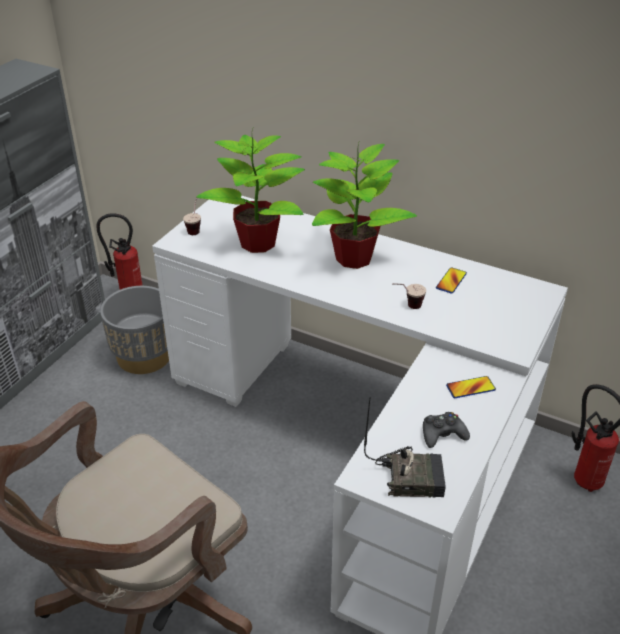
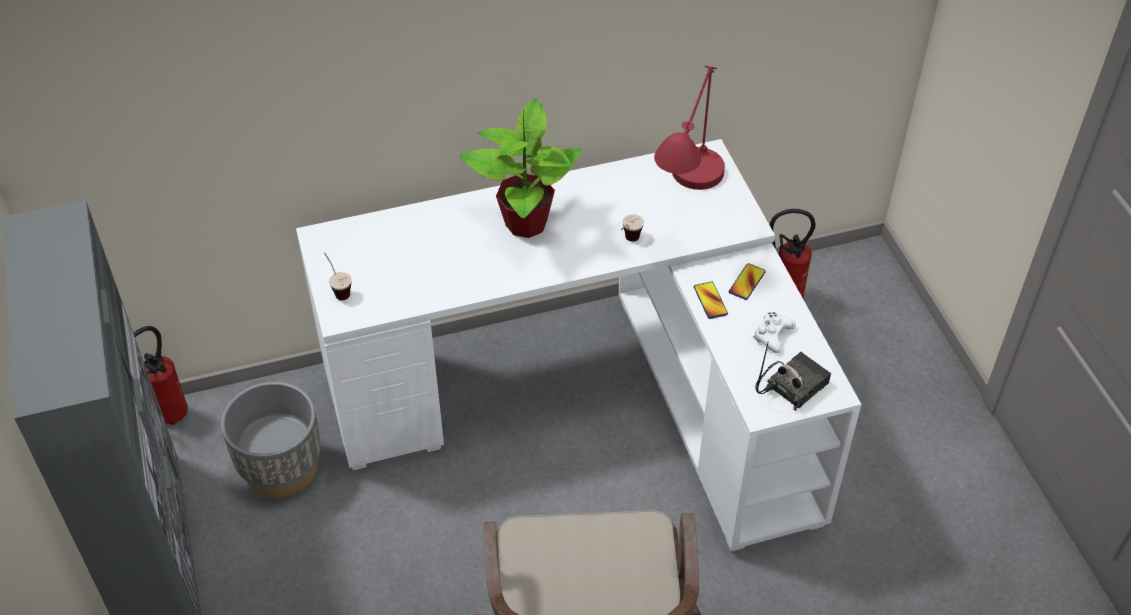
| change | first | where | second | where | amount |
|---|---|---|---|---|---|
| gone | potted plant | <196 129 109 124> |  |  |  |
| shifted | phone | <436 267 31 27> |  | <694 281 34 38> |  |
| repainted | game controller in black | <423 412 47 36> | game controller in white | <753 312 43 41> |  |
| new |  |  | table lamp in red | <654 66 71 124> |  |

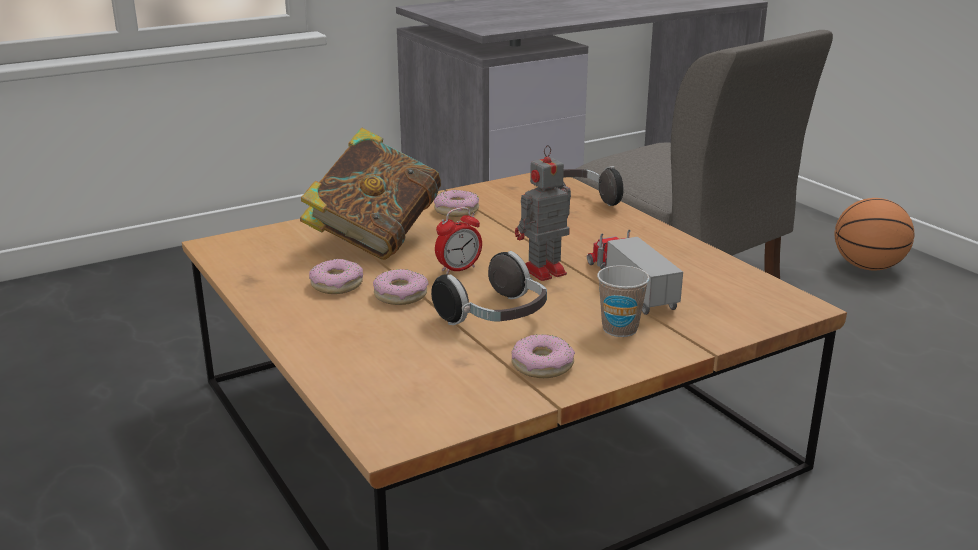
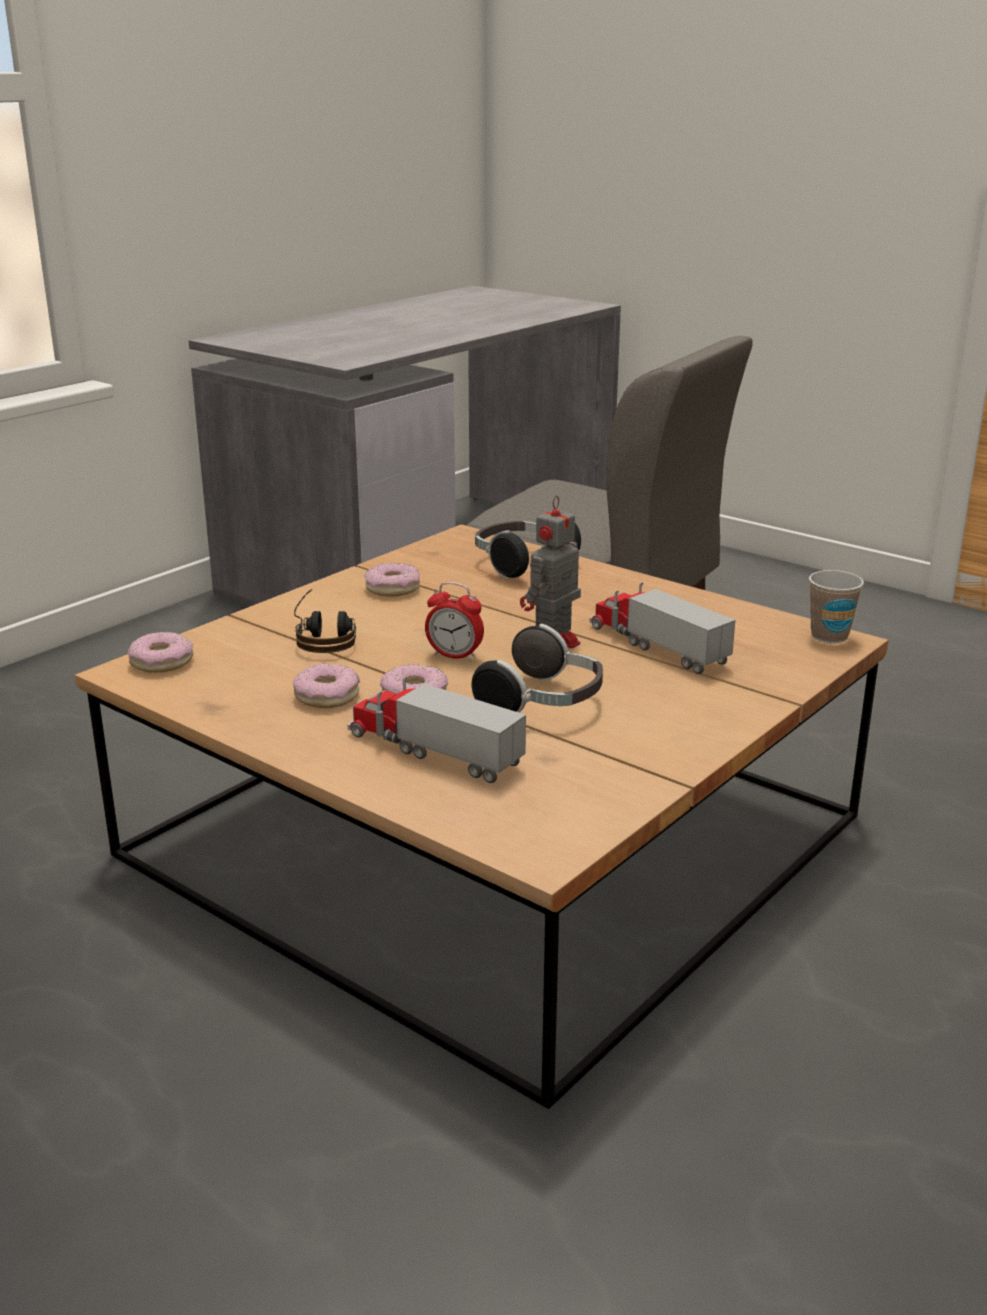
| change | first | where | second | where | amount |
|---|---|---|---|---|---|
| swapped | book | <300 128 141 132> | headphones | <294 589 62 64> |  |
| gone | basketball | <835 198 79 72> |  |  |  |
| rotated | alarm clock | <435 207 47 67> |  | <425 582 59 79> | 75 degrees clockwise |
| shifted | cup | <597 265 53 72> |  | <809 570 55 73> |  |
| shifted | donut | <511 334 64 44> |  | <128 632 66 41> |  |
| new |  |  | toy truck | <348 677 178 106> |  |

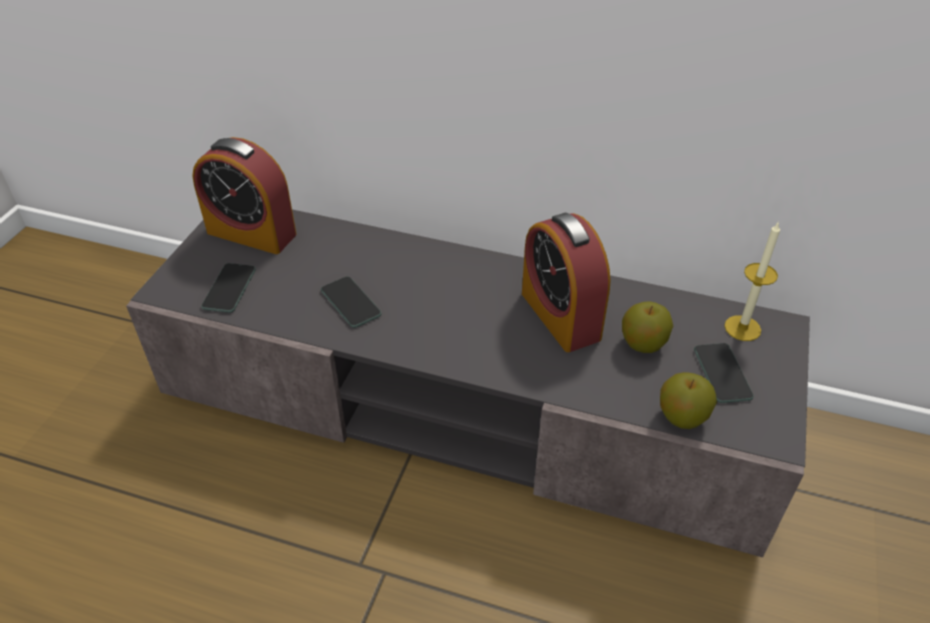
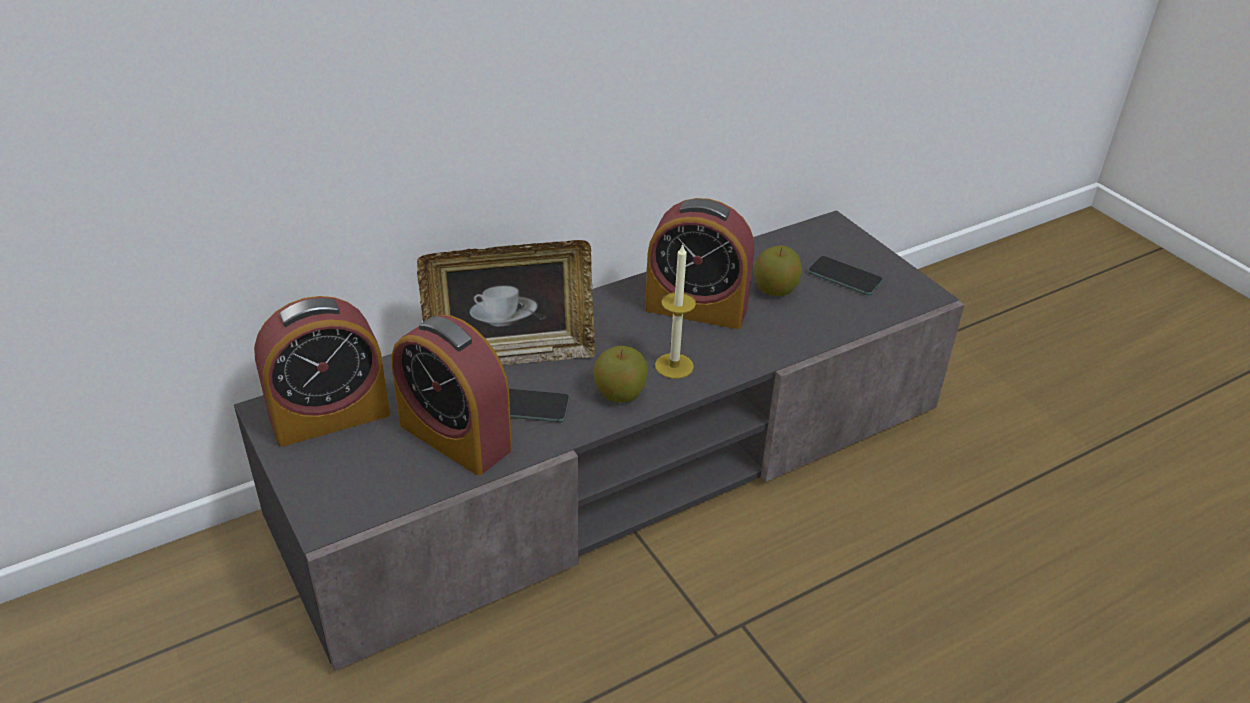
| change | first | where | second | where | amount |
|---|---|---|---|---|---|
| shifted | candle | <724 221 56 120> |  | <655 244 41 135> |  |
| gone | phone | <201 263 55 50> |  |  |  |
| shifted | apple | <660 372 57 57> |  | <593 346 55 57> |  |
| new |  |  | picture frame | <417 240 178 125> |  |
| new |  |  | alarm clock | <391 315 121 160> |  |

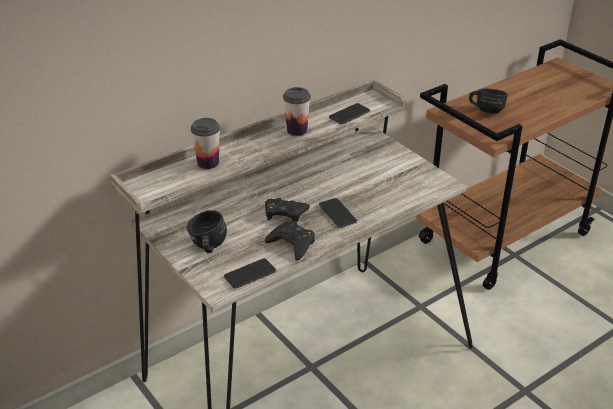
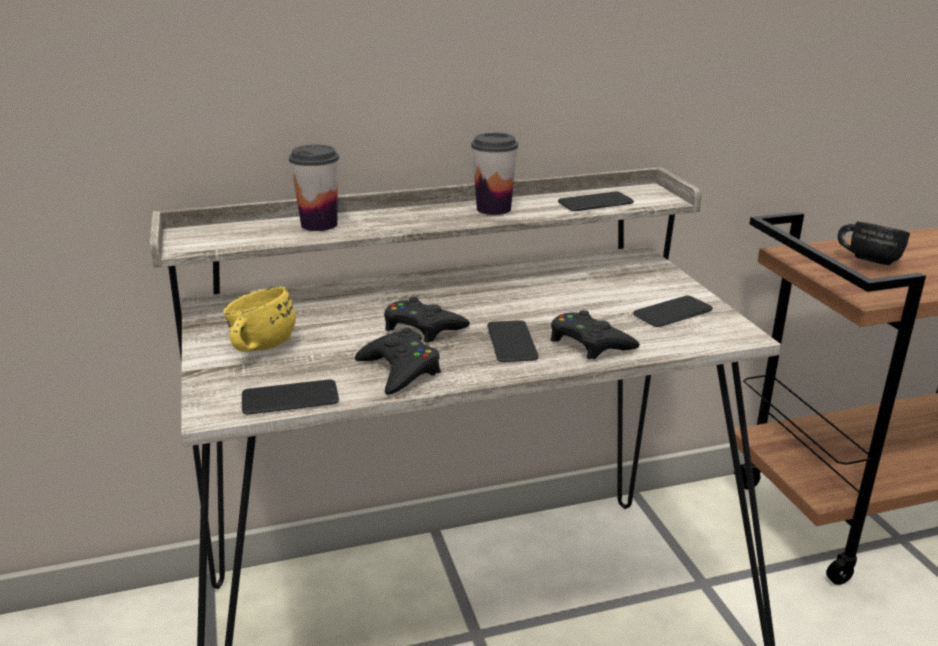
| change | first | where | second | where | amount |
|---|---|---|---|---|---|
| repainted | mug in black | <187 210 40 43> | mug in yellow | <223 286 73 66> |  |
| new |  |  | phone | <633 296 80 31> |  |
| new |  |  | game controller in black | <551 310 89 49> |  |

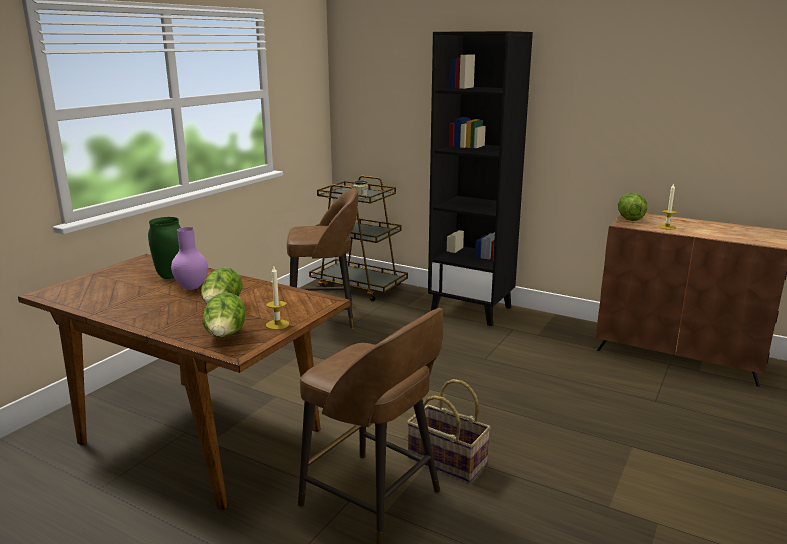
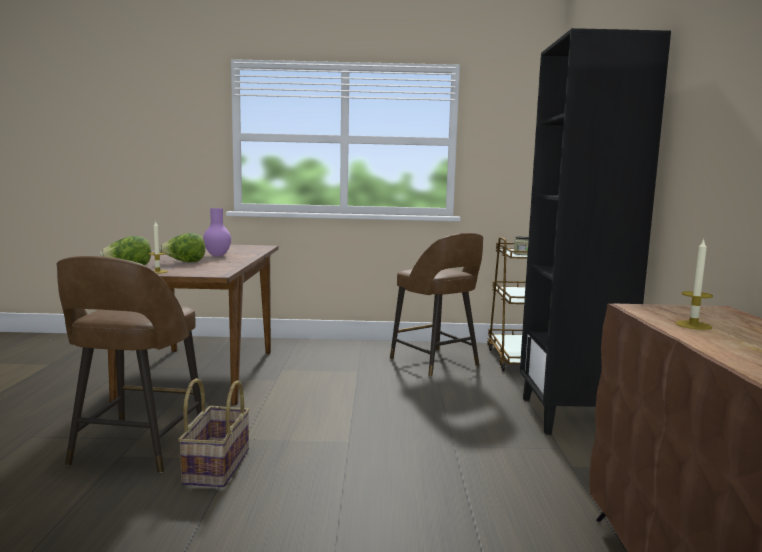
| change | first | where | second | where | amount |
|---|---|---|---|---|---|
| gone | lettuce | <618 193 29 28> |  |  |  |
| gone | vase in green | <148 217 33 62> |  |  |  |

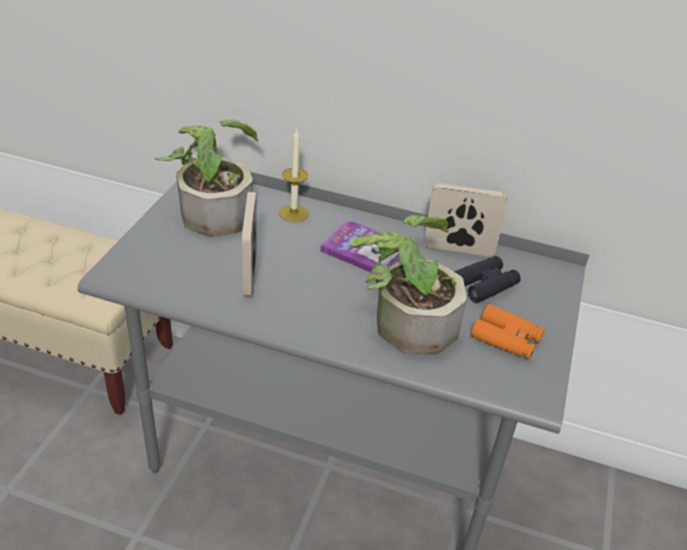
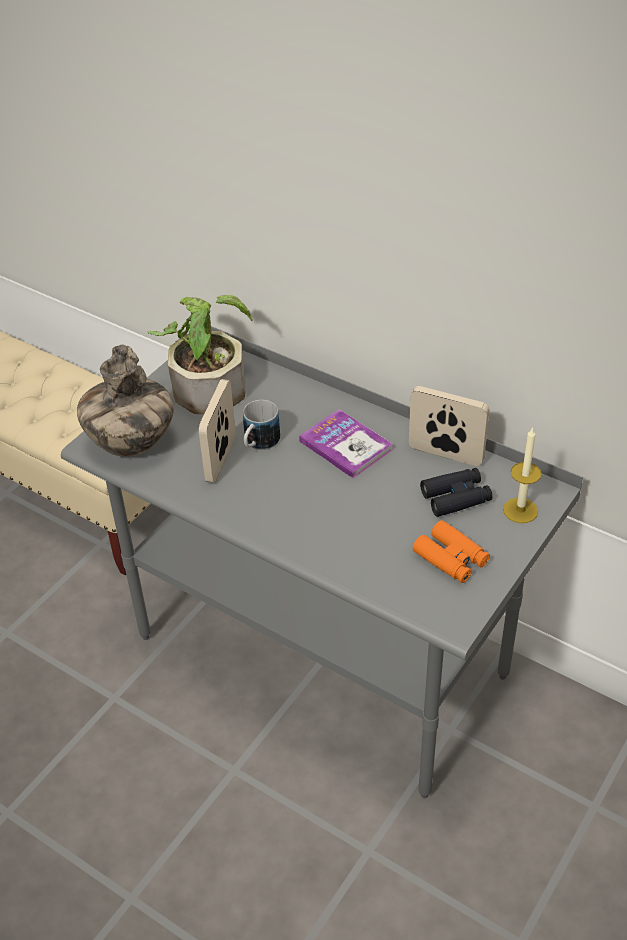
| change | first | where | second | where | amount |
|---|---|---|---|---|---|
| shifted | candle | <279 129 30 93> |  | <503 427 39 96> |  |
| gone | potted plant | <351 215 116 140> |  |  |  |
| new |  |  | vase | <77 345 97 111> |  |
| new |  |  | mug | <243 400 37 50> |  |

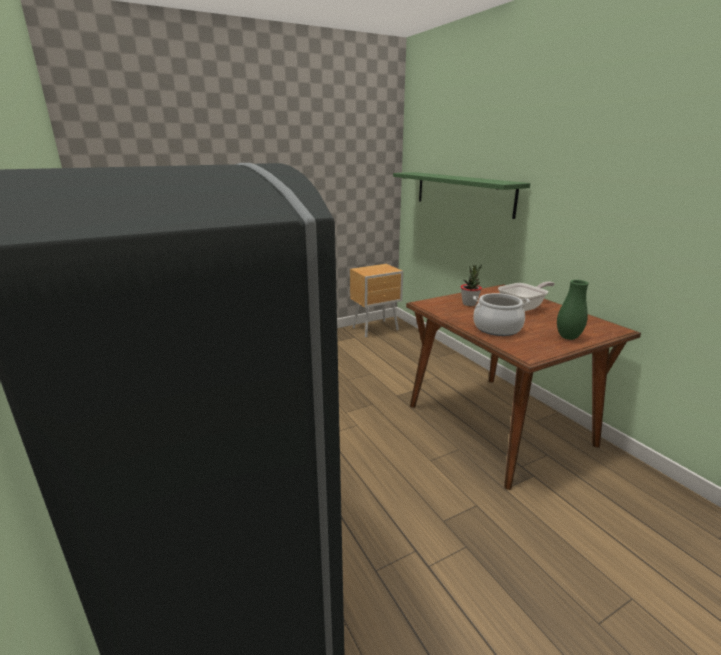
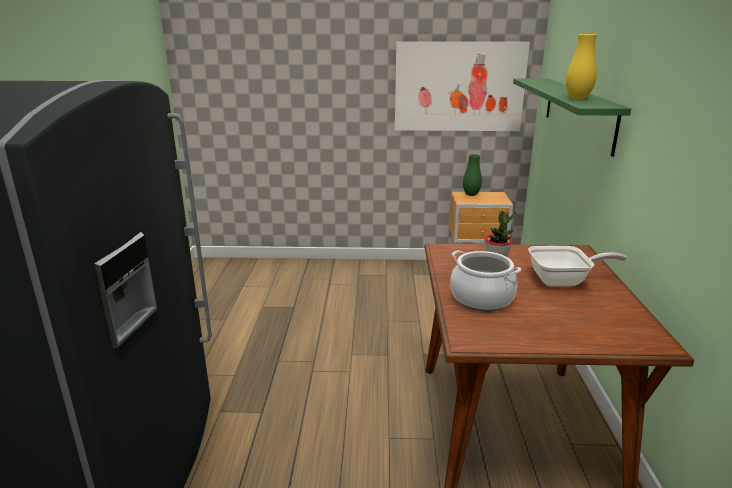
| change | first | where | second | where | amount |
|---|---|---|---|---|---|
| shifted | vase in green | <557 280 32 60> |  | <463 154 19 42> |  |
| new |  |  | vase in yellow | <566 34 31 66> |  |
| new |  |  | picture | <395 42 135 89> |  |

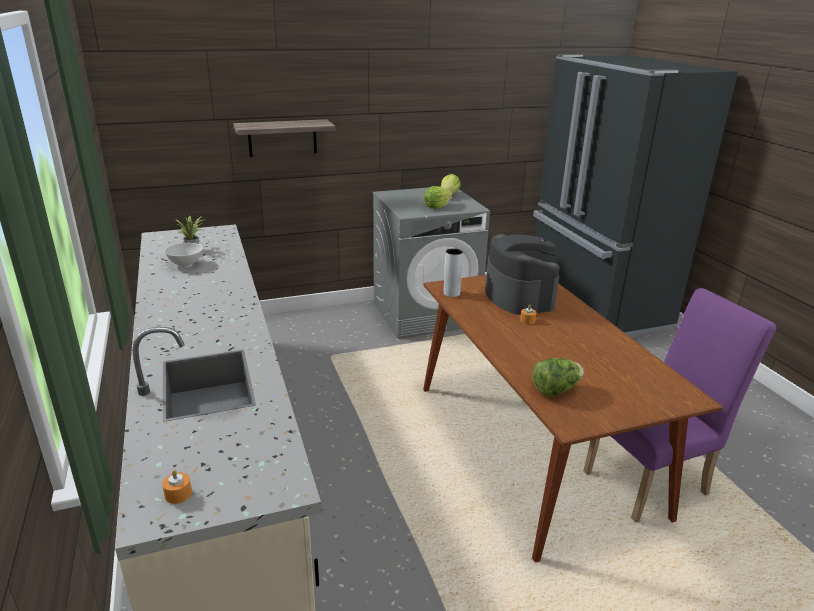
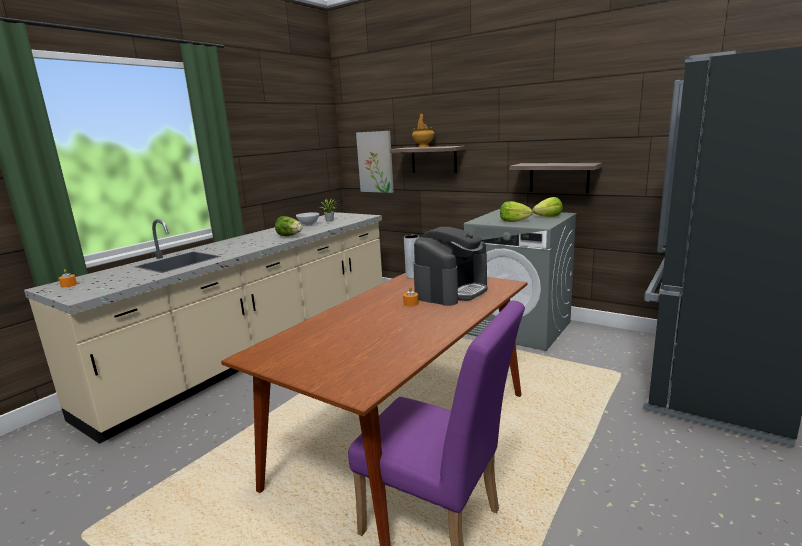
| change | first | where | second | where | amount |
|---|---|---|---|---|---|
| shifted | lettuce | <532 358 52 38> |  | <275 216 27 20> |  |
| new |  |  | vase in brown | <412 114 23 34> |  |
| new |  |  | picture | <356 131 38 62> |  |
| new |  |  | shelf | <509 163 94 30> |  |

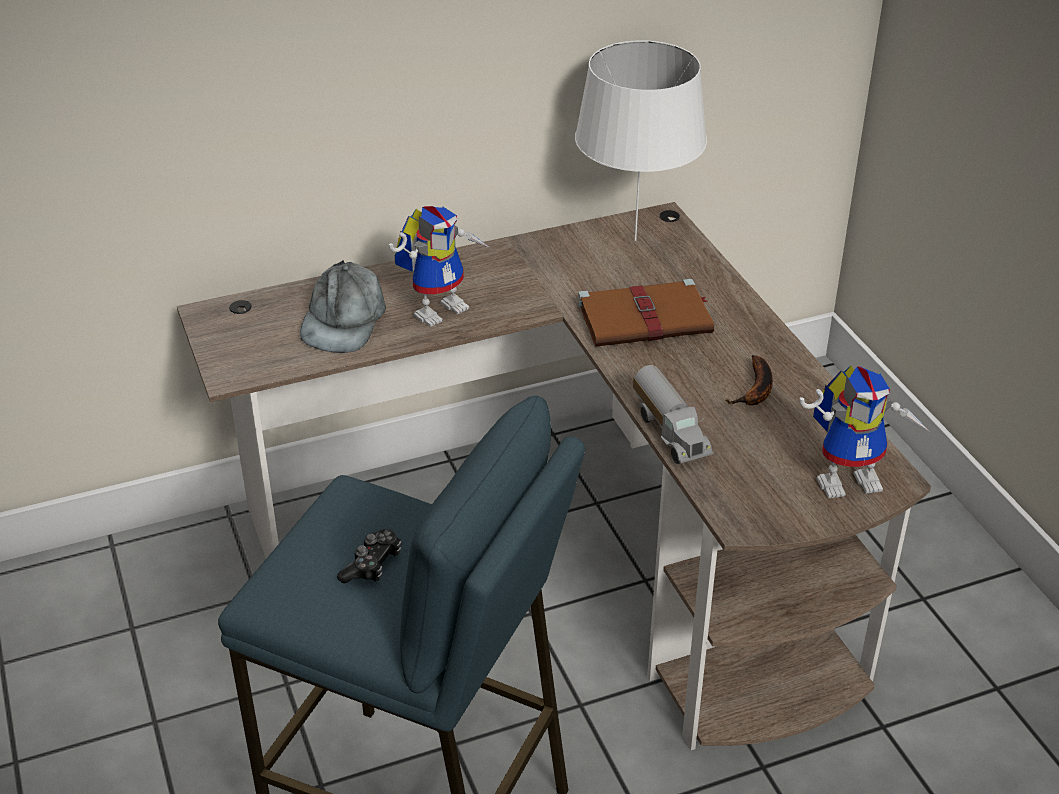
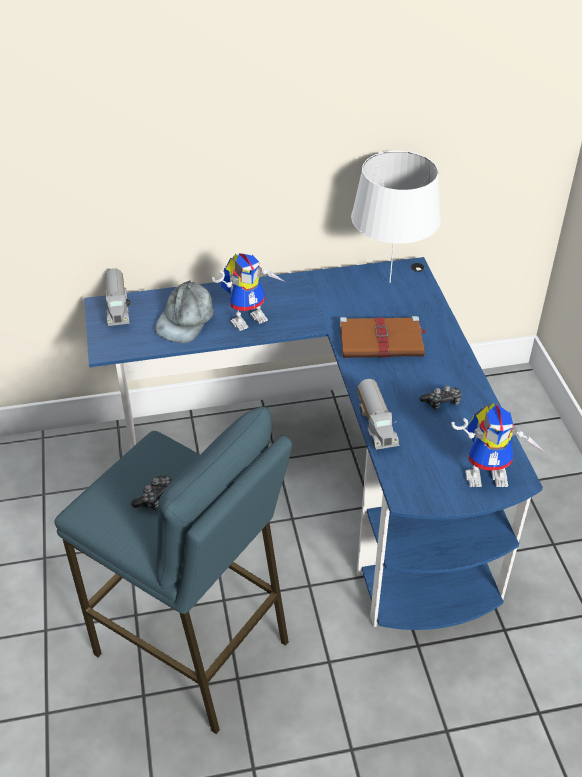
| change | first | where | second | where | amount |
|---|---|---|---|---|---|
| repainted | desk in brown | <177 202 754 548> | desk in blue | <84 257 459 373> |  |
| swapped | banana | <725 355 48 50> | game controller | <420 385 41 25> |  |
| new |  |  | toy truck | <105 268 25 59> |  |

